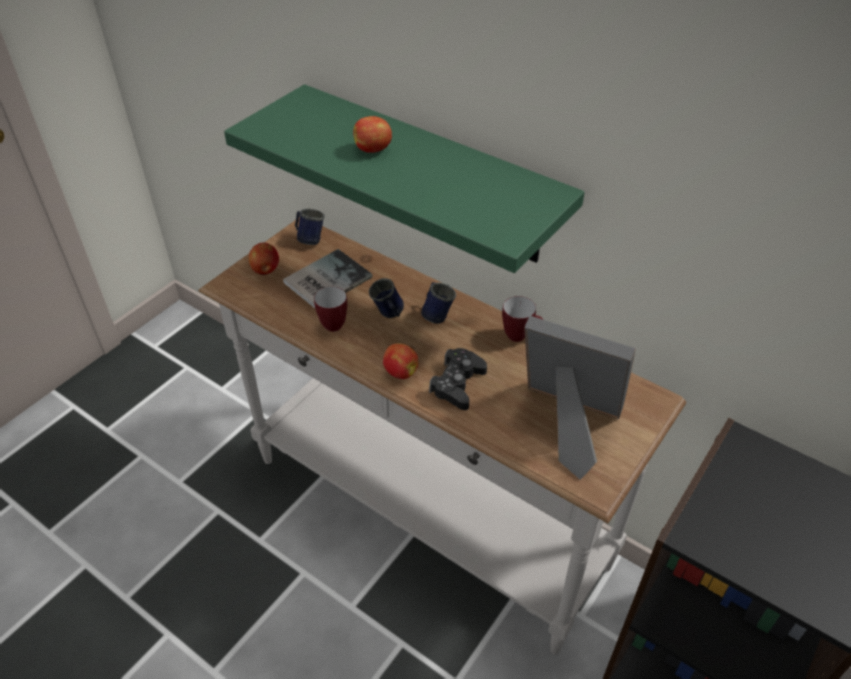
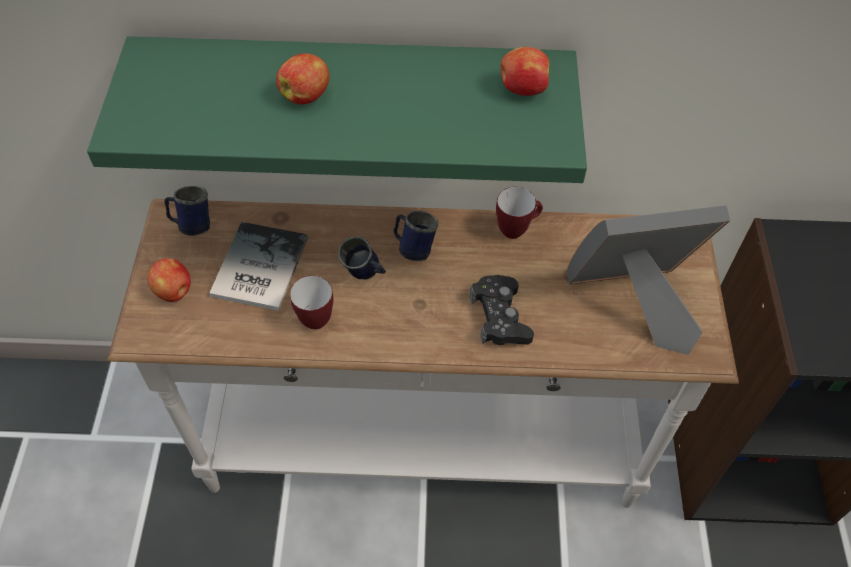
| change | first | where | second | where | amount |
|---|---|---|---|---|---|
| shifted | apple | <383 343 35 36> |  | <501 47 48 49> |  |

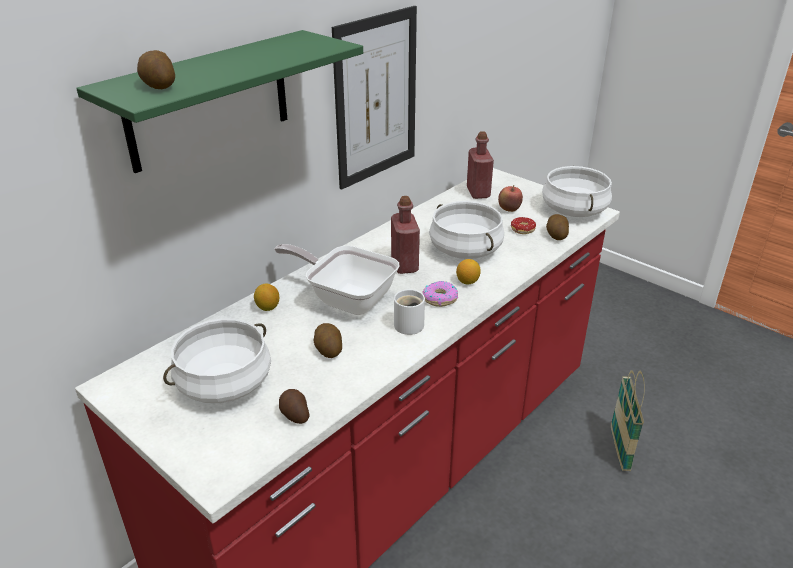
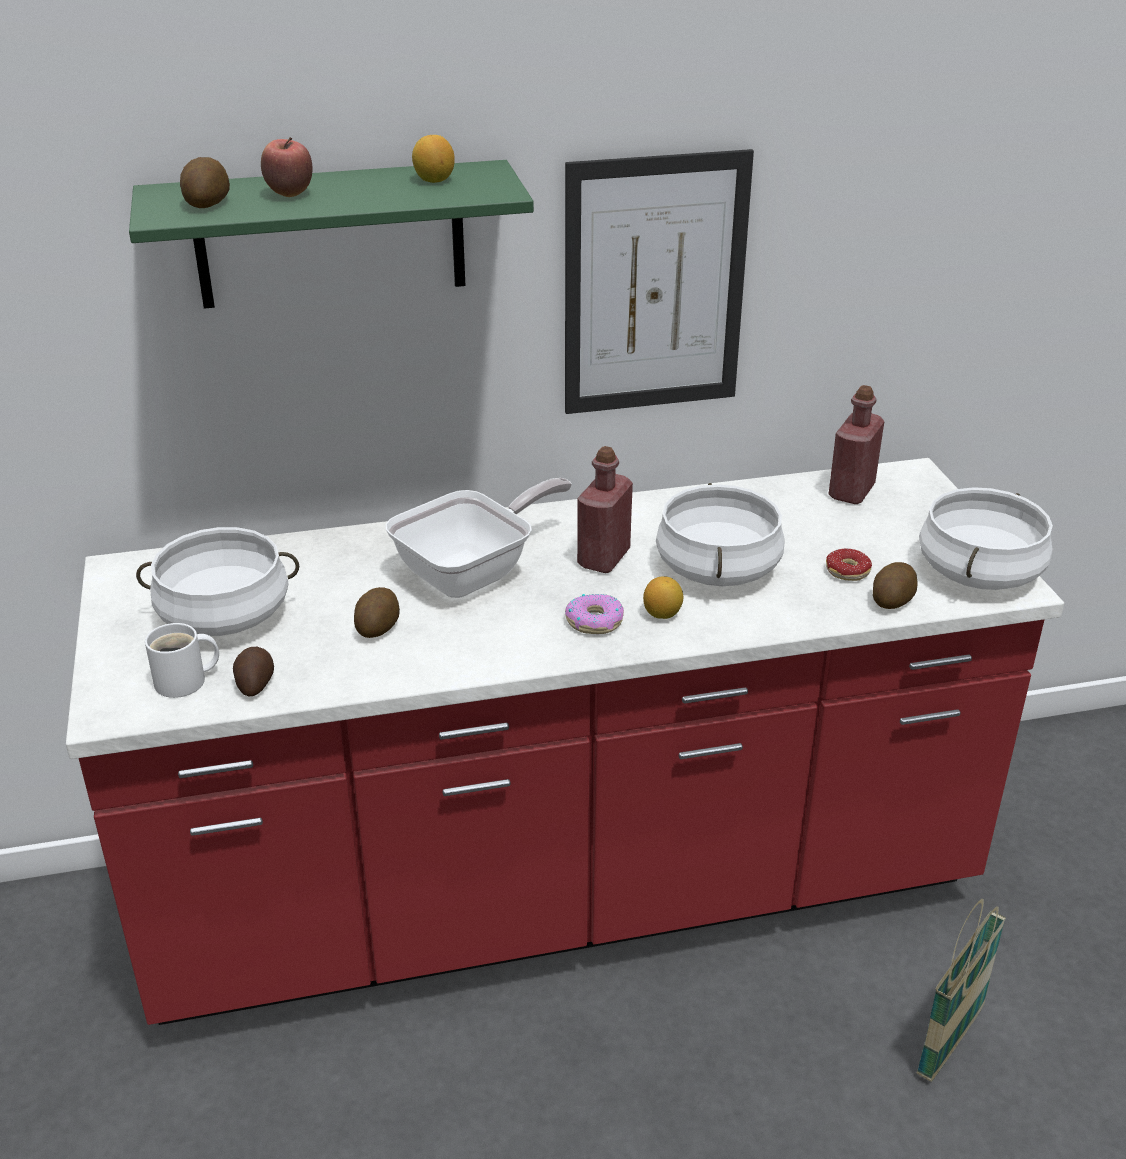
| change | first | where | second | where | amount |
|---|---|---|---|---|---|
| shifted | apple | <498 185 25 27> |  | <261 137 52 60> |  |
| rotated | frying pan | <275 244 125 71> |  | <385 478 187 120> | 75 degrees clockwise |
| shifted | lemon | <254 284 25 27> |  | <412 135 43 48> |  |
| shifted | mug in white | <394 289 31 46> |  | <145 623 74 75> |  |

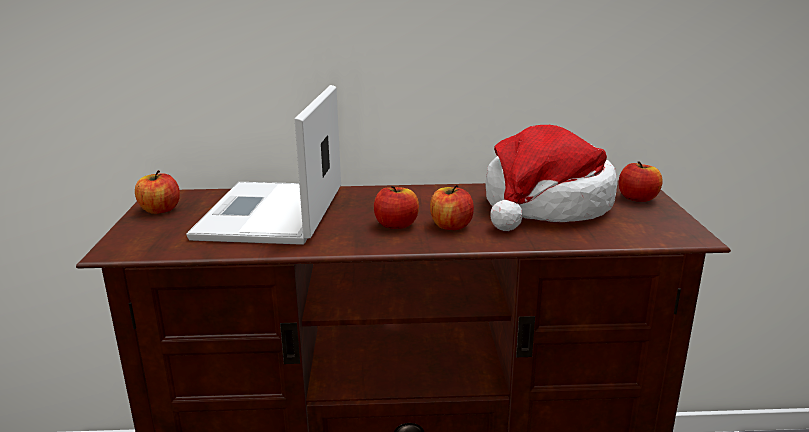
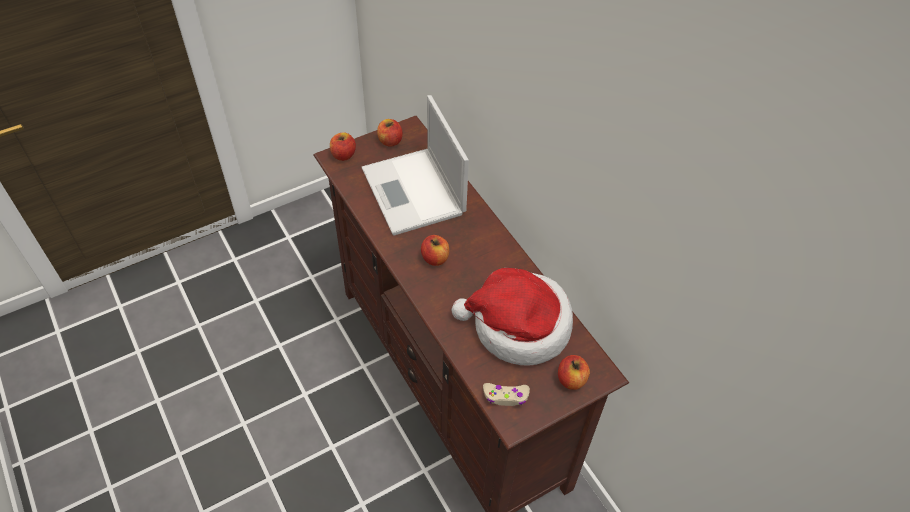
| change | first | where | second | where | amount |
|---|---|---|---|---|---|
| rotated | laptop | <186 85 155 160> |  | <362 95 107 140> | 90 degrees counterclockwise |
| shifted | apple | <430 185 44 45> |  | <330 132 26 29> |  |
| new |  |  | game controller in beige | <483 383 47 23> |  |

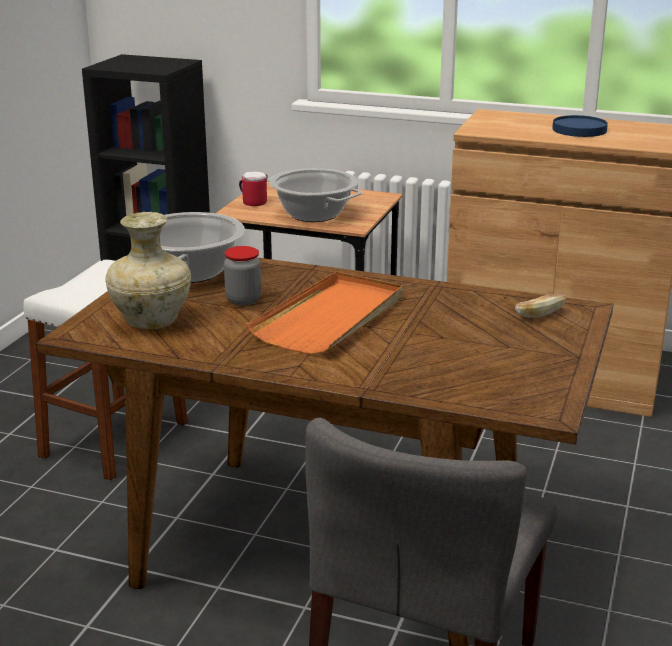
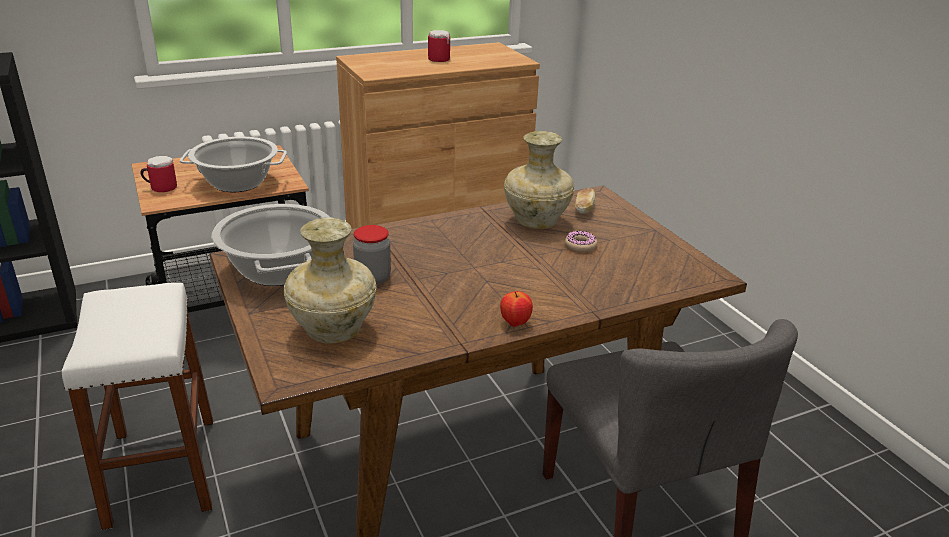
| change | first | where | second | where | amount |
|---|---|---|---|---|---|
| swapped | plate in blue | <552 115 56 22> | mug | <428 30 22 32> |  |
| gone | tray in orange | <246 272 157 83> |  |  |  |
| new |  |  | vase in beige | <504 131 70 98> |  |
| new |  |  | donut | <565 231 32 21> |  |
| new |  |  | apple | <500 291 33 36> |  |

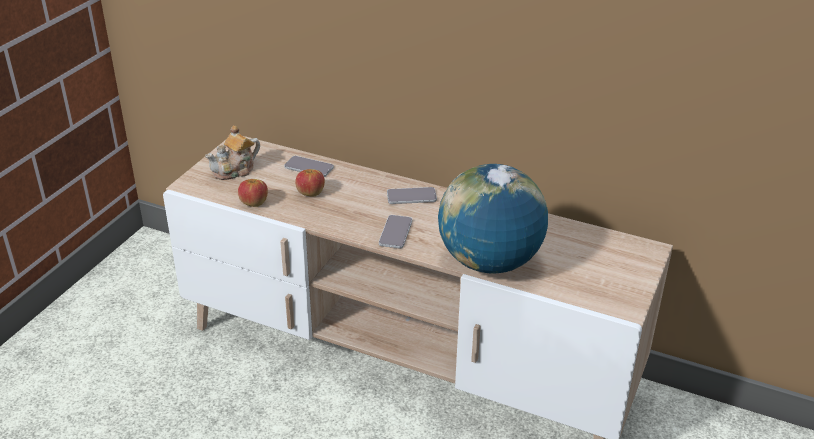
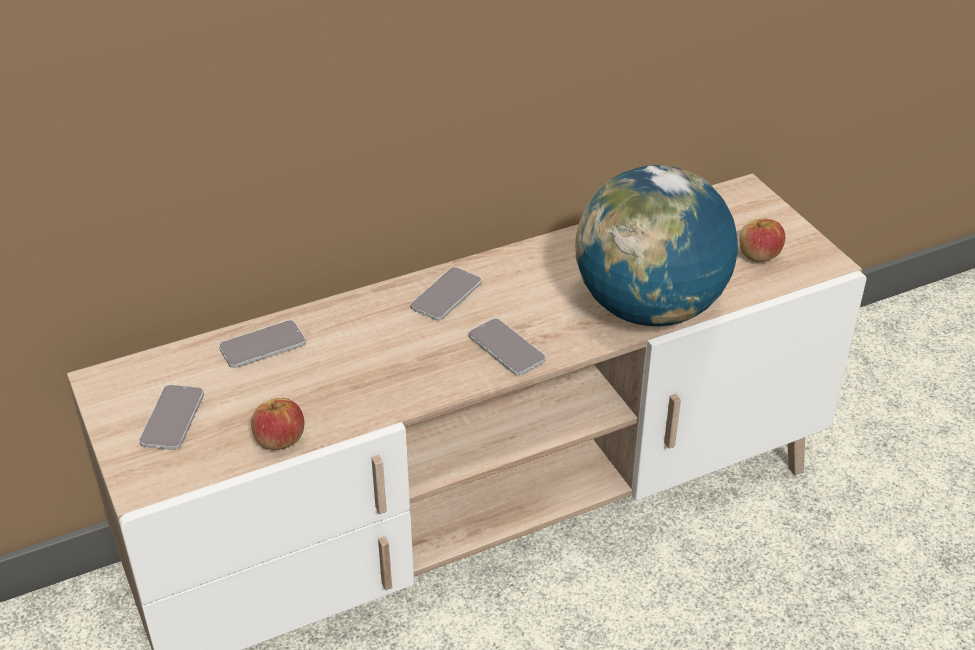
| change | first | where | second | where | amount |
|---|---|---|---|---|---|
| swapped | teapot | <205 125 55 55> | phone | <139 385 65 65> |  |
| shifted | apple | <295 169 30 28> |  | <739 219 46 43> |  |

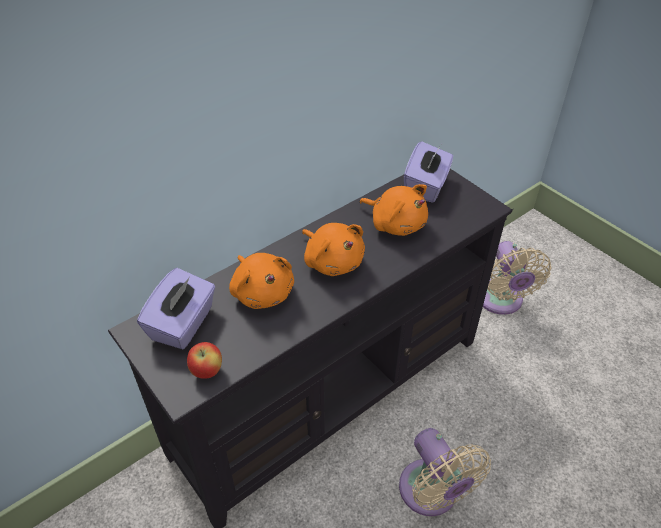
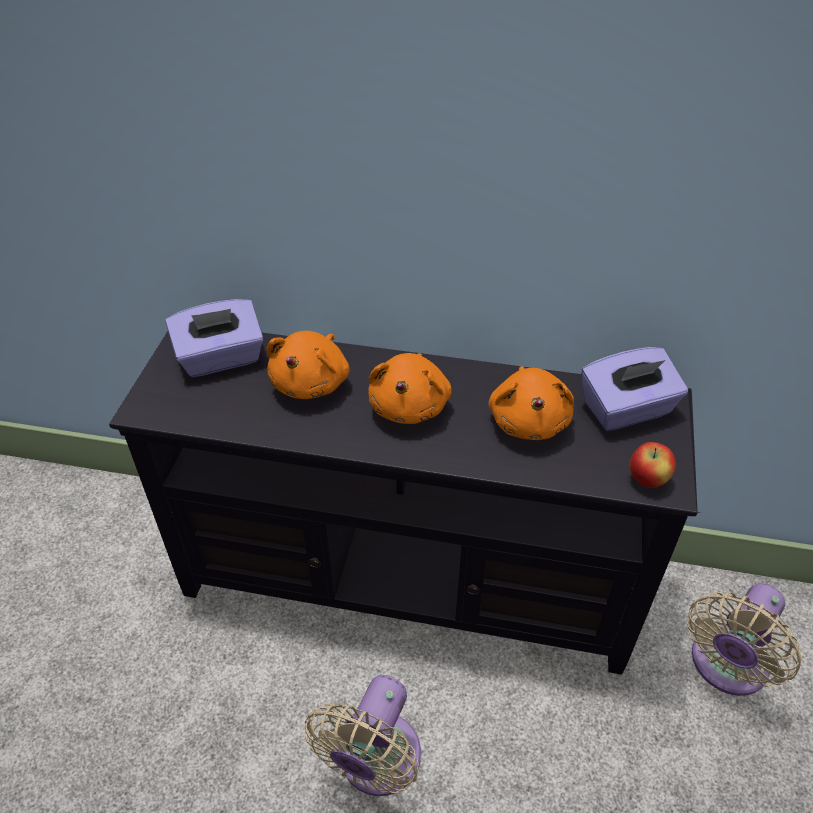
| change | first | where | second | where | amount |
|---|---|---|---|---|---|
| shifted | apple | <187 342 35 37> |  | <630 442 46 46> |  |

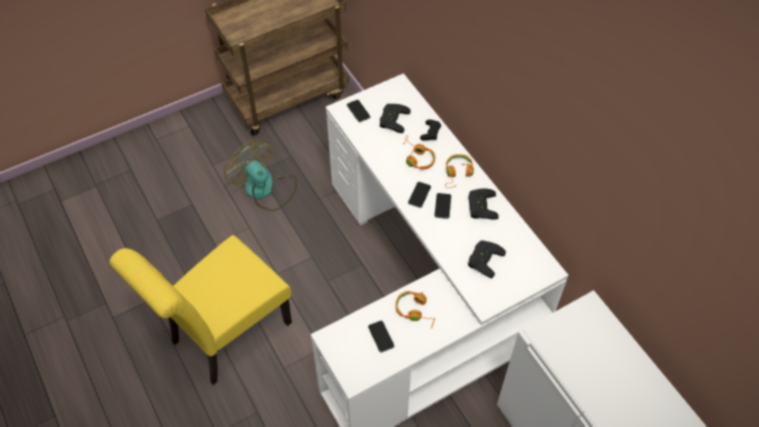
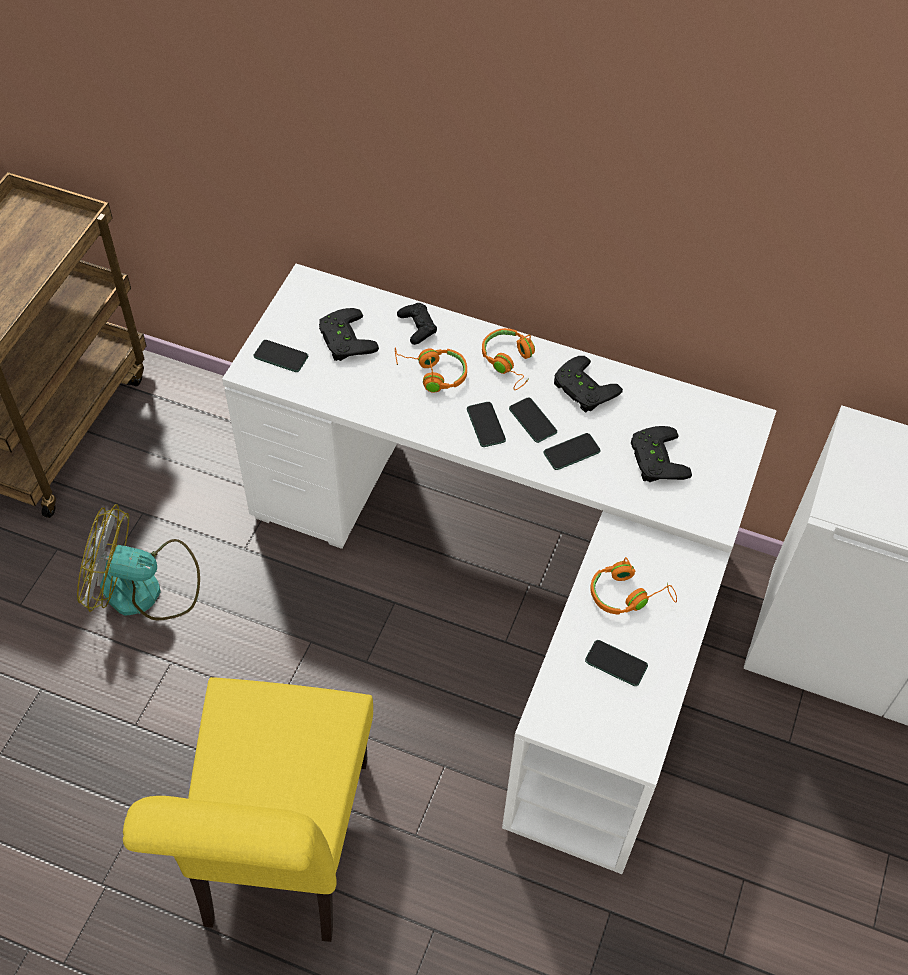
| change | first | where | second | where | amount |
|---|---|---|---|---|---|
| new |  |  | phone | <543 433 58 37> |  |

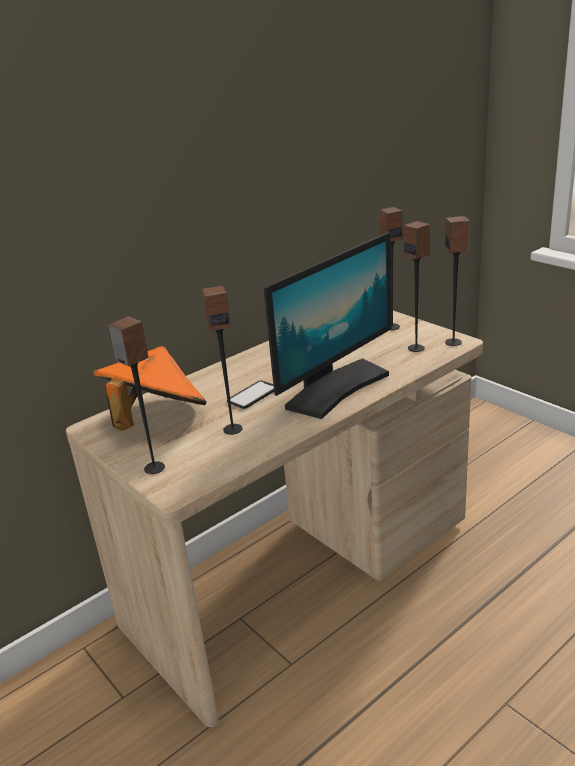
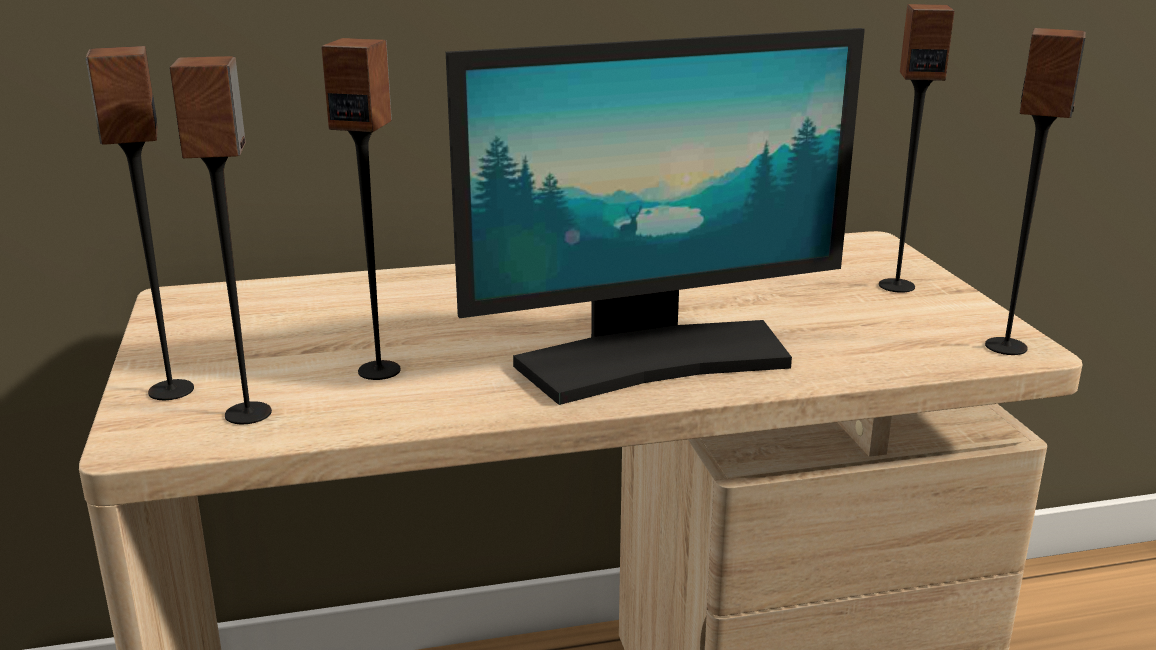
| change | first | where | second | where | amount |
|---|---|---|---|---|---|
| shifted | speaker | <404 221 27 131> |  | <170 56 102 368> |  |
| gone | hat in orange | <93 346 114 84> |  |  |  |
| gone | phone | <227 380 47 29> |  |  |  |

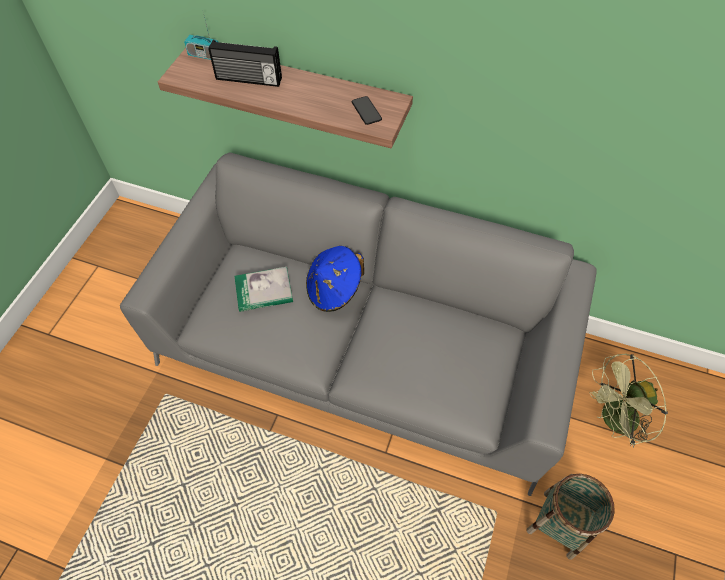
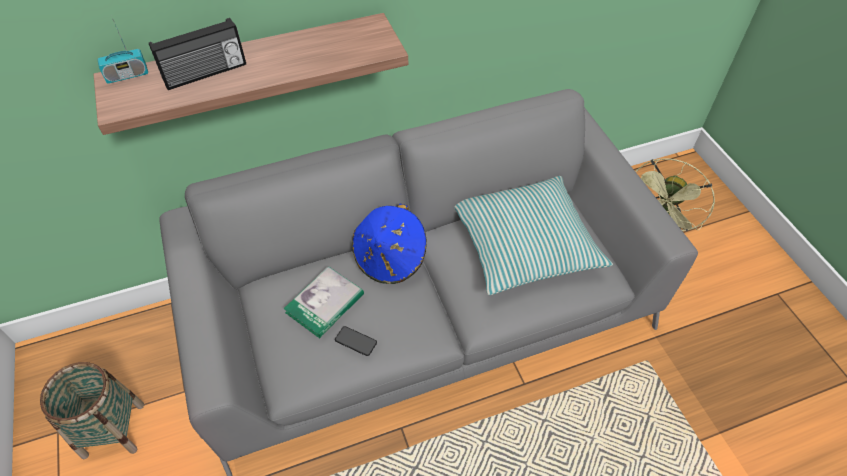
| change | first | where | second | where | amount |
|---|---|---|---|---|---|
| shifted | phone | <352 96 30 29> |  | <335 326 42 30> |  |
| shifted | basket | <527 474 87 86> |  | <40 362 104 97> |  |
| new |  |  | pillow | <454 176 159 119> |  |

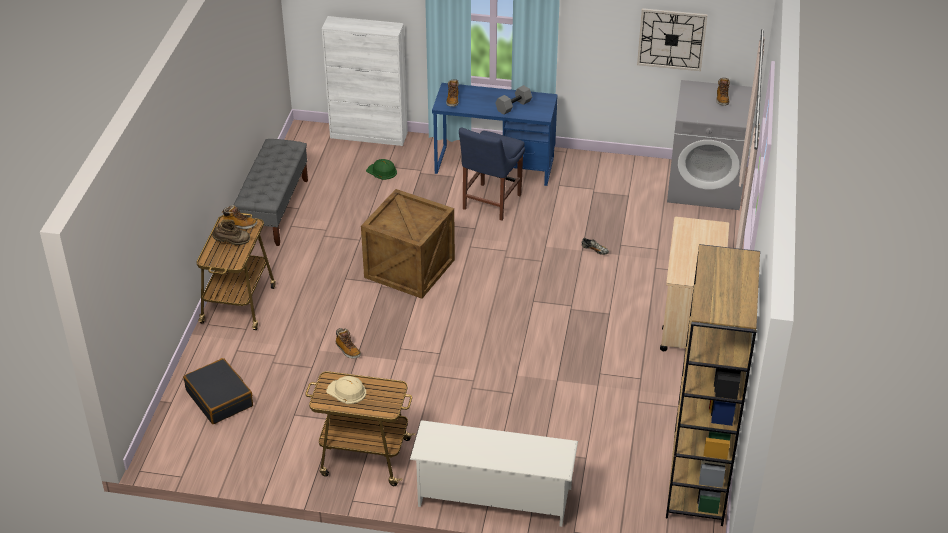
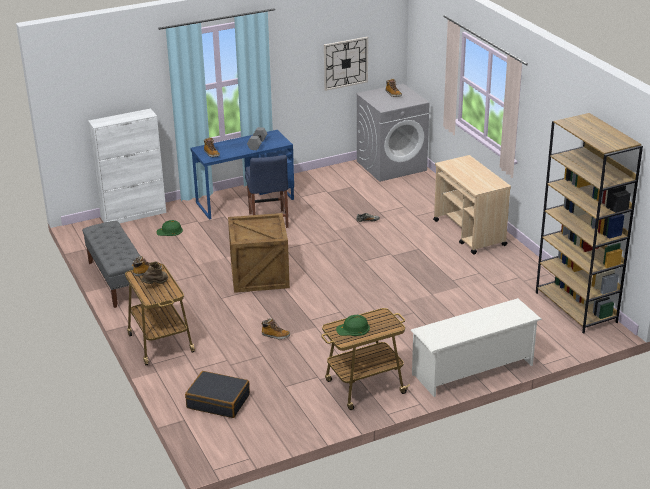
| change | first | where | second | where | amount |
|---|---|---|---|---|---|
| repainted | hard hat in beige | <326 376 40 28> | hard hat in green | <336 315 34 21> |  |

